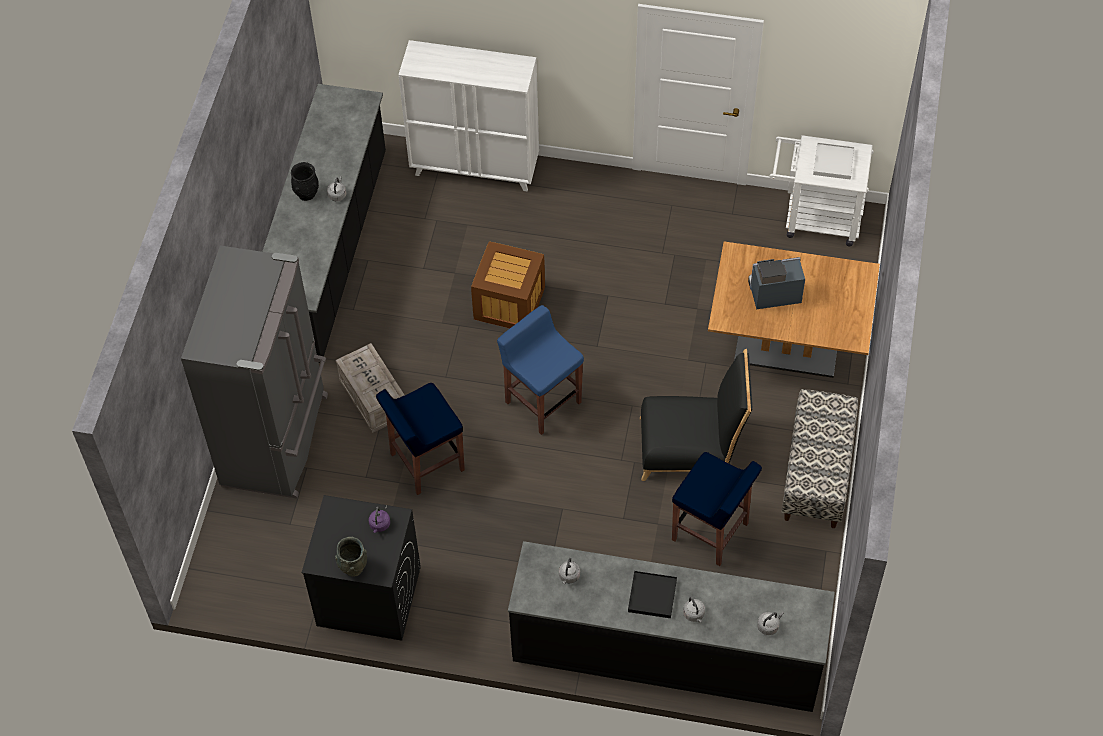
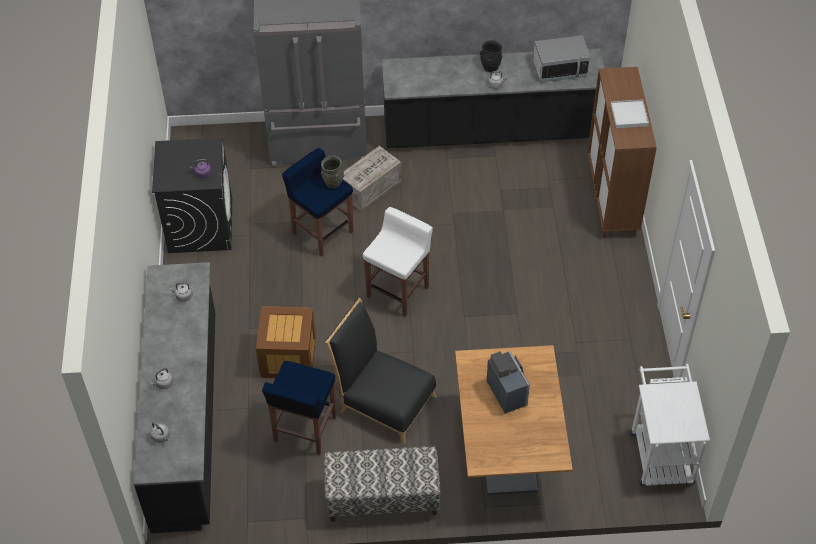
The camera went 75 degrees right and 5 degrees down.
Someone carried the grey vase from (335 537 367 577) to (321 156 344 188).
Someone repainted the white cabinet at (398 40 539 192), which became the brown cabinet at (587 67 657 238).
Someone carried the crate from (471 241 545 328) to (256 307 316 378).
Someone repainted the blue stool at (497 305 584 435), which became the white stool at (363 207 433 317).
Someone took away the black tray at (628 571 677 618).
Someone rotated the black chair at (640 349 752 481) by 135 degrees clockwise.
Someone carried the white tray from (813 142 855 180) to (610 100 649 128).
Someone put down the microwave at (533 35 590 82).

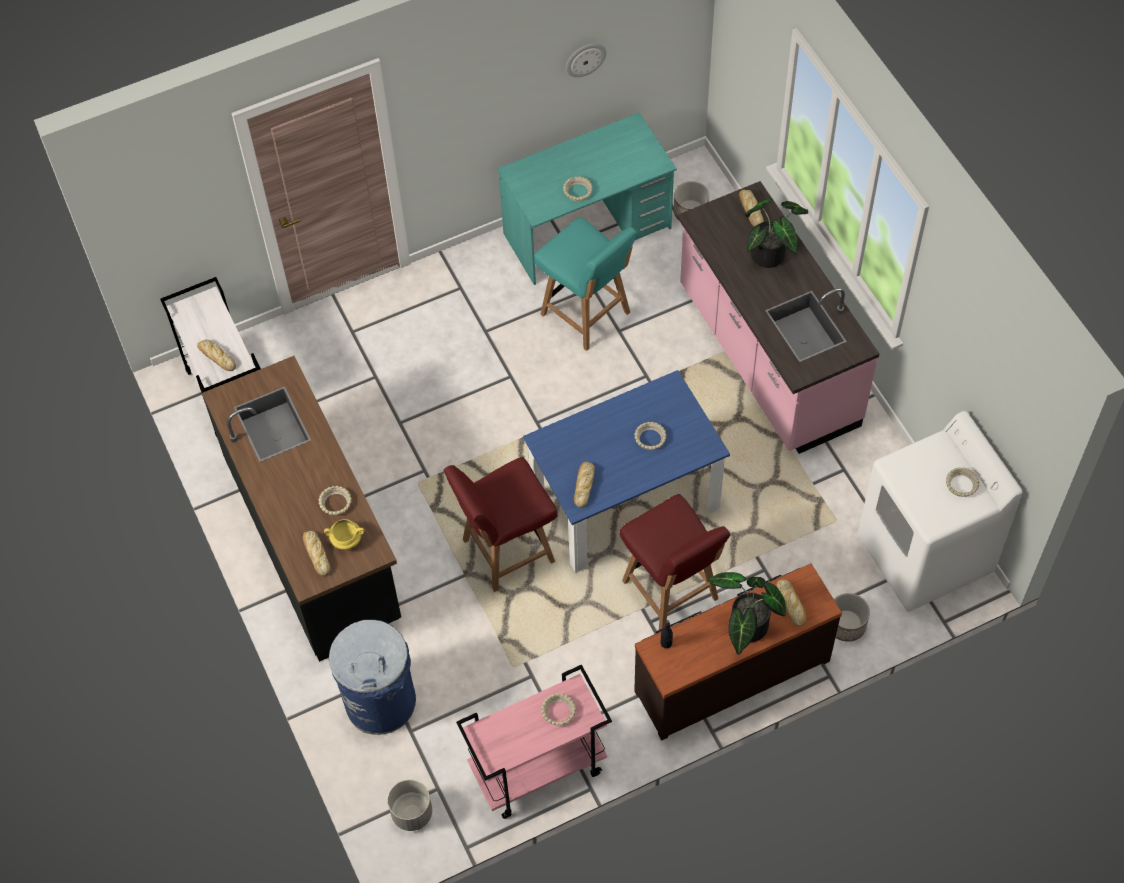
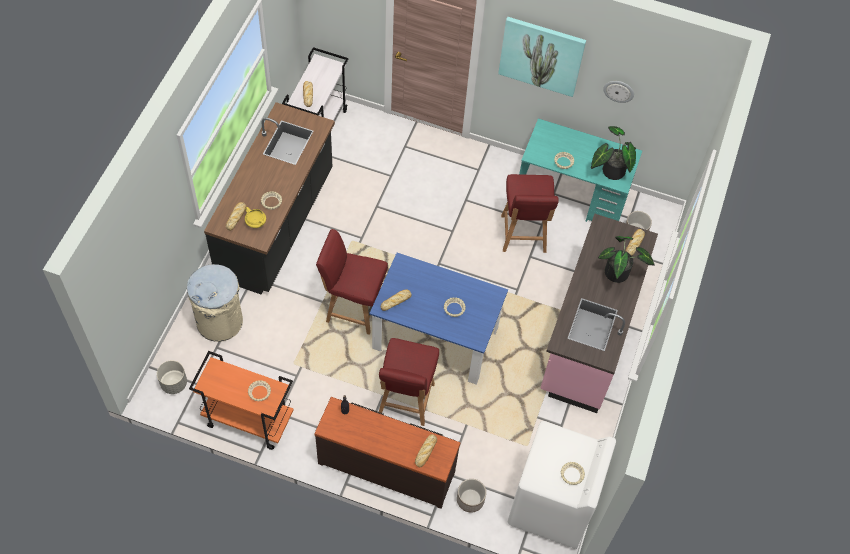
The camera went 40 degrees right and 0 degrees up.
Someone repainted the blue trash can at (329 620 416 735), which became the beige trash can at (187 264 243 342).
Someone repainted the pink cart at (456 665 612 819), which became the orange cart at (189 351 294 450).
Someone repainted the turquoise chair at (534 217 637 351), which became the red chair at (501 174 559 253).
Someone carried the potted plant from (707 572 786 655) to (591 126 636 180).
Someone put up the picture at (498 17 586 97).

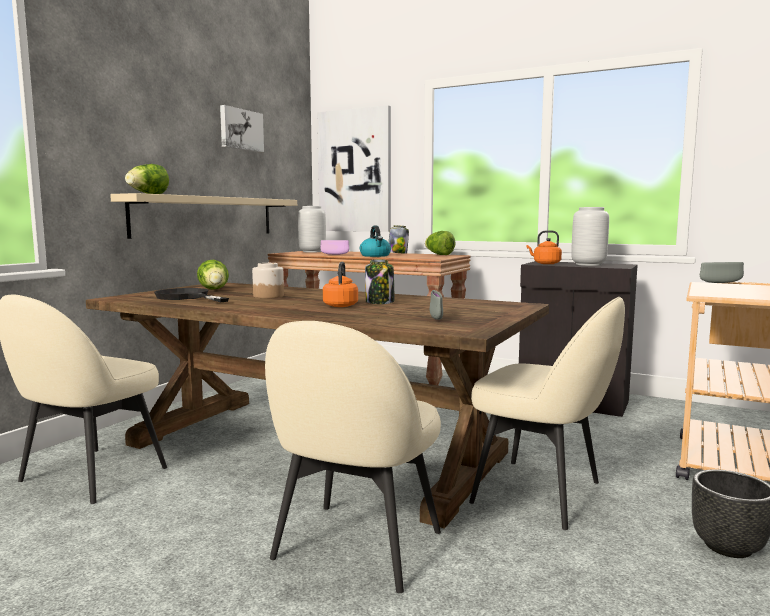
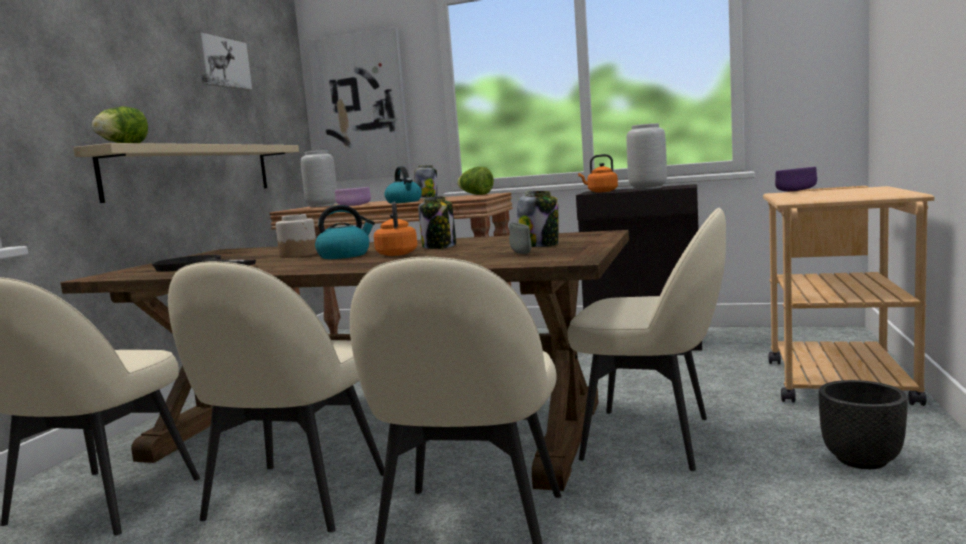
The camera went 10 degrees left and 0 degrees up.
Someone took away the lettuce at (197 260 229 290).
Someone repainted the grey bowl at (700 262 744 283), which became the purple bowl at (775 167 817 191).
Someone put down the beige chair at (168 261 384 532).
Someone put down the kettle at (315 205 375 259).
Someone put down the jar at (517 191 558 247).

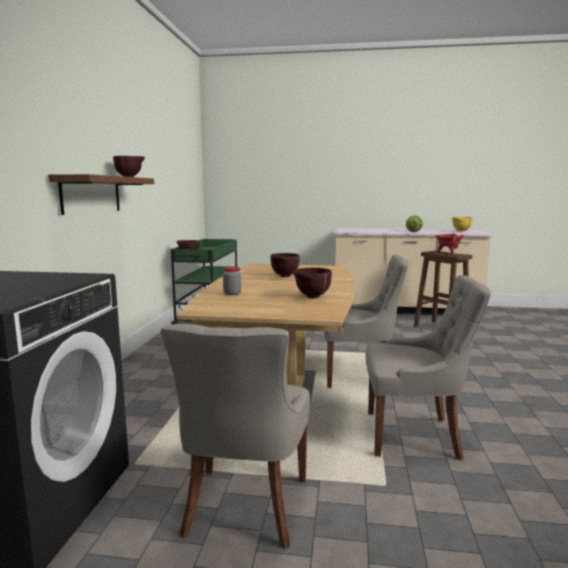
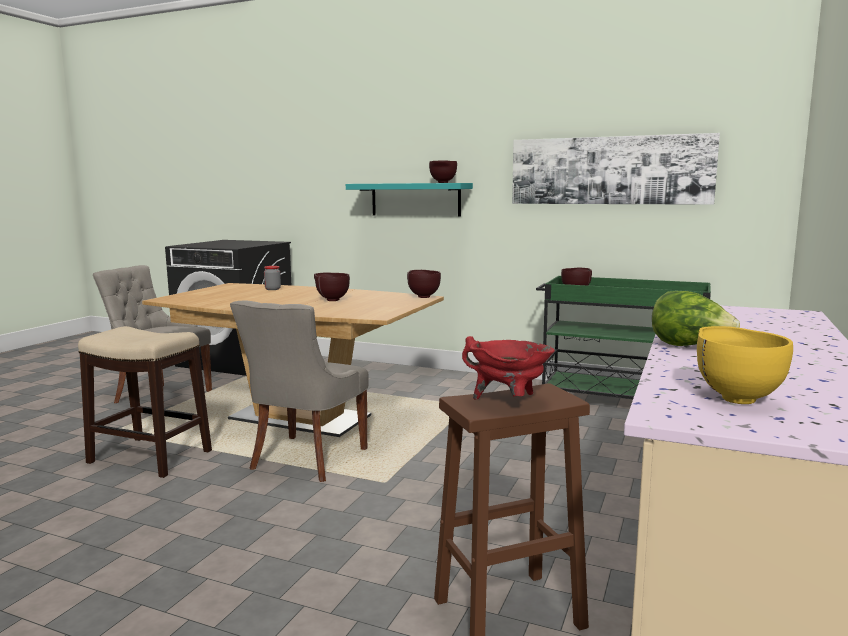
The camera went 105 degrees right and 0 degrees up.
Someone repainted the brown shelf at (48 174 154 215), which became the turquoise shelf at (346 183 473 217).
Someone carried the brown bowl from (293 268 332 298) to (407 270 441 298).
Someone swapped the grey chair at (366 275 491 460) for the stool at (78 326 212 478).
Someone put up the picture at (512 133 720 205).

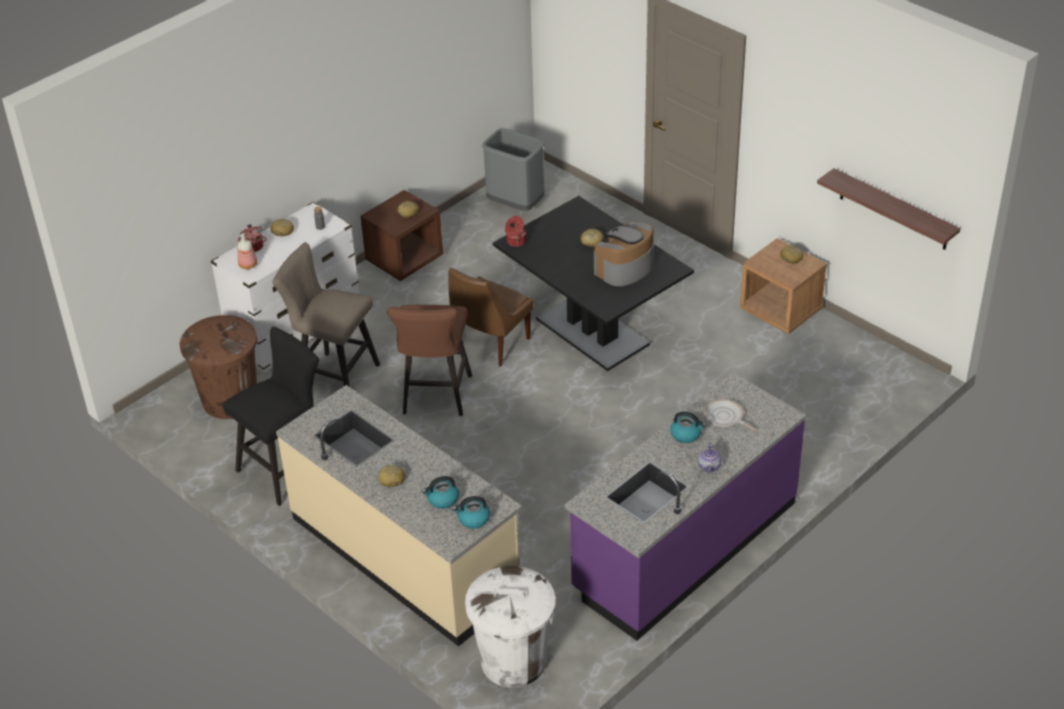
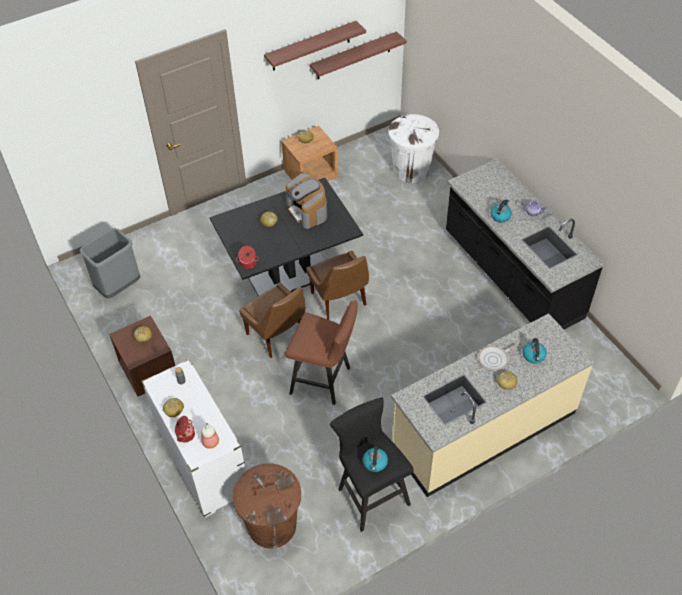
The camera went 75 degrees left and 10 degrees up.
Someone took away the beige stool at (272 242 380 387).
Someone carried the kettle from (452 496 490 529) to (363 445 388 472).
Someone carried the white trash can from (465 566 556 688) to (389 114 439 183).
Someone repainted the purple counter at (565 373 806 641), which became the black counter at (446 159 604 330).
Someone carried the frying pan from (704 399 756 431) to (478 344 518 370).
Someone put up the shelf at (264 21 366 71).
Someone put down the brown chair at (306 251 369 320).

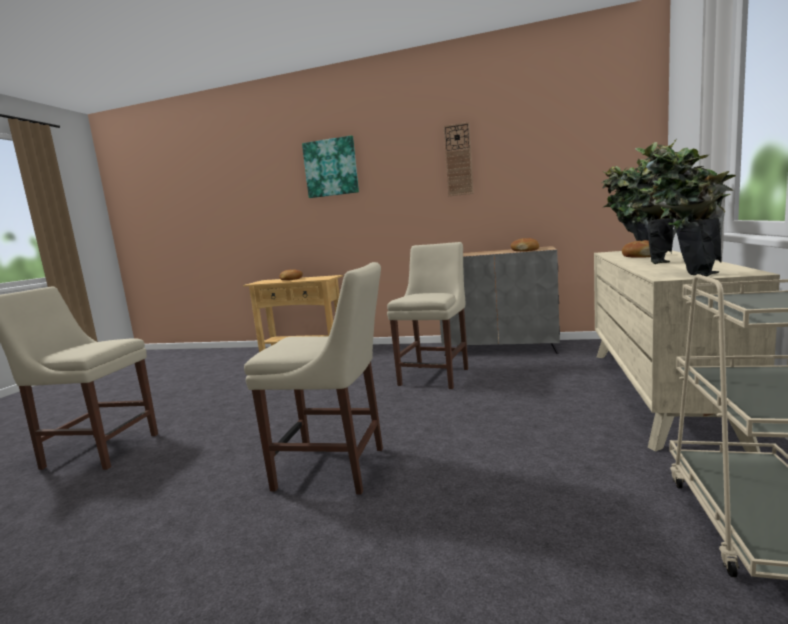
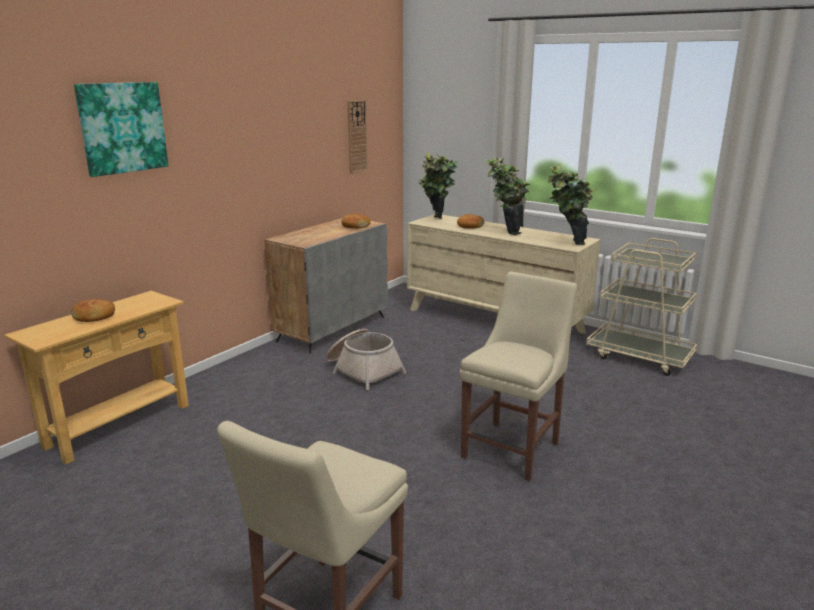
The camera went 70 degrees left and 10 degrees up.
Someone swapped the beige chair at (387 242 468 389) for the basket at (326 329 406 390).
Someone carried the wall clock from (443 122 474 196) to (348 100 368 174).

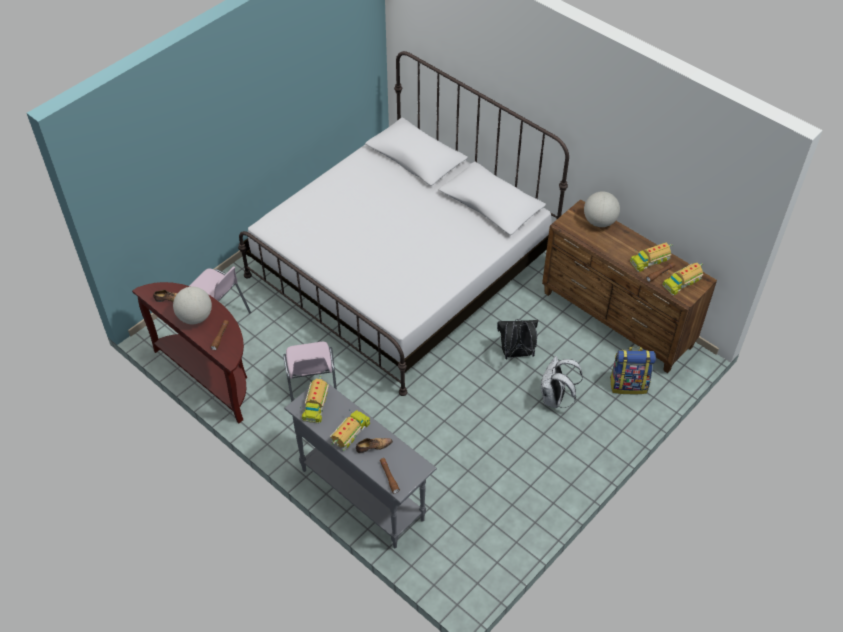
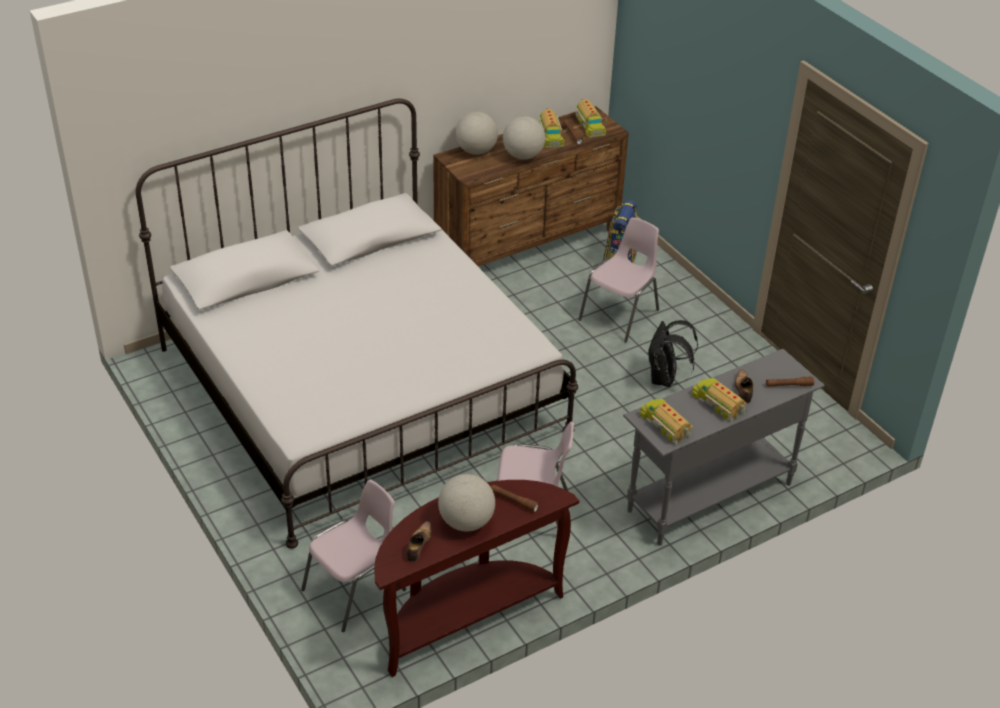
The camera went 75 degrees left and 10 degrees down.
Someone rotated the toy truck at (300 375 329 423) by 150 degrees counterclockwise.
Someone carried the black backpack from (497 319 538 359) to (647 320 698 387).
Someone swapped the white backpack at (541 356 583 408) for the pink chair at (578 217 659 343).
Someone put down the globe at (503 116 546 160).

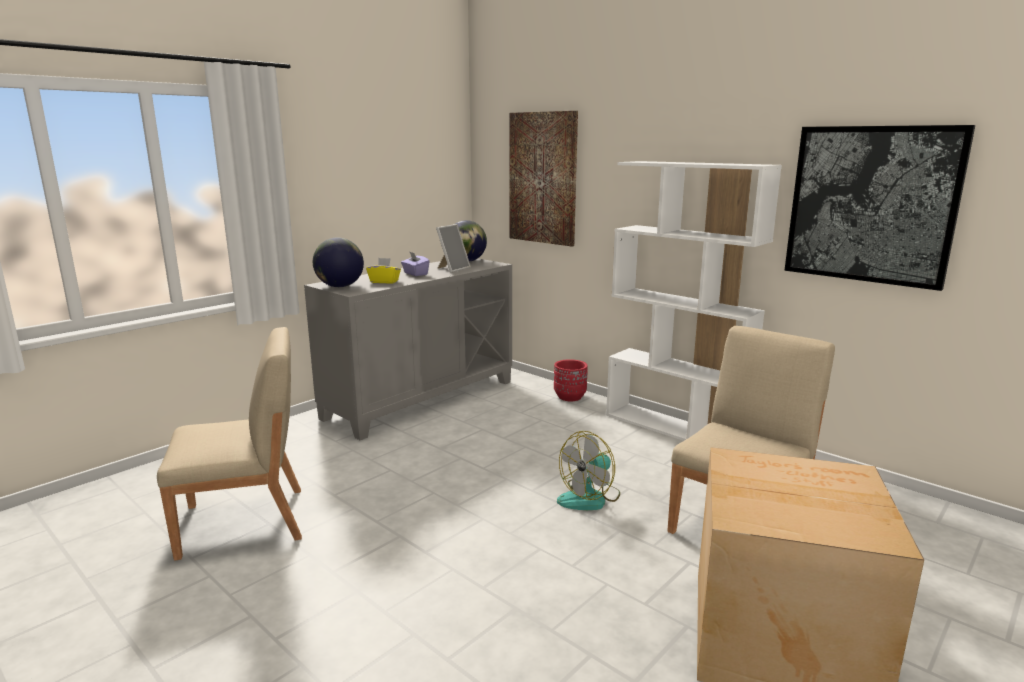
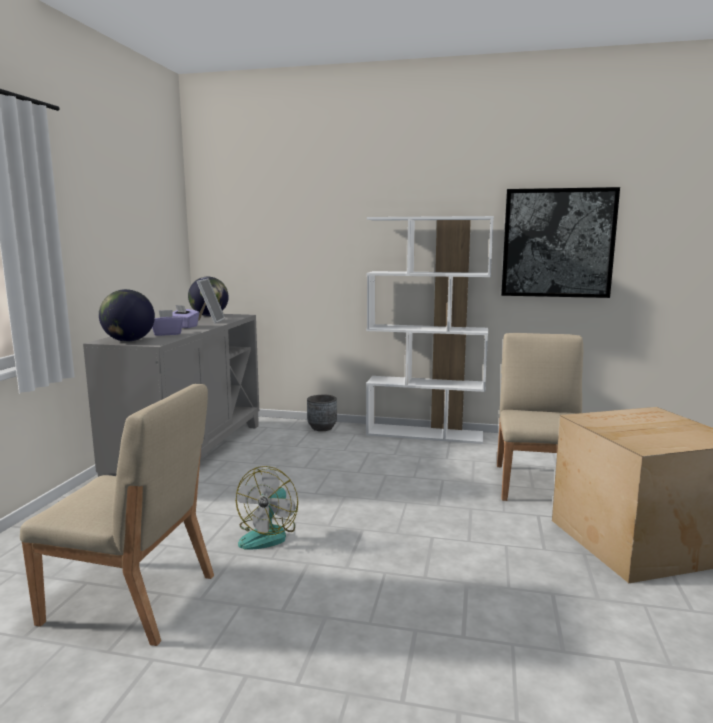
The camera went 30 degrees left and 5 degrees down.
Someone rotated the beige chair at (157 327 302 561) by 60 degrees clockwise.
Someone repainted the yellow tissue box at (366 258 401 284), which became the purple tissue box at (152 310 183 336).
Someone took away the picture at (509 111 578 247).
Someone repainted the red planter at (554 359 588 401), which became the grey planter at (307 395 337 431).
Someone carried the fan from (557 431 620 510) to (236 466 298 550).

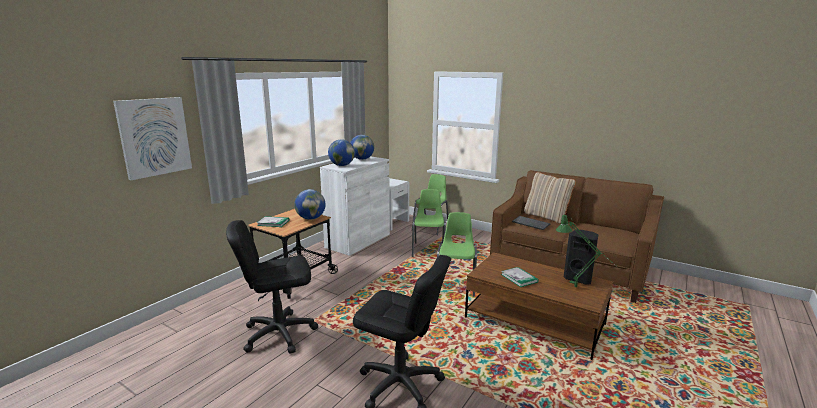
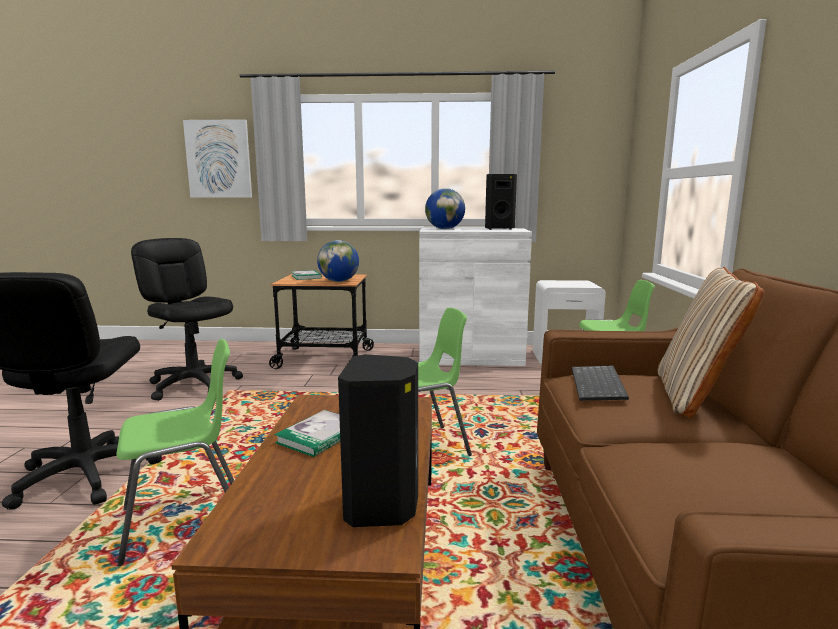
The camera went 60 degrees right and 5 degrees down.
Someone swapped the globe at (350 135 374 160) for the black speaker at (485 174 517 230).
Someone carried the green chair from (412 189 446 257) to (116 339 234 566).
Someone took away the green table lamp at (556 214 616 287).

